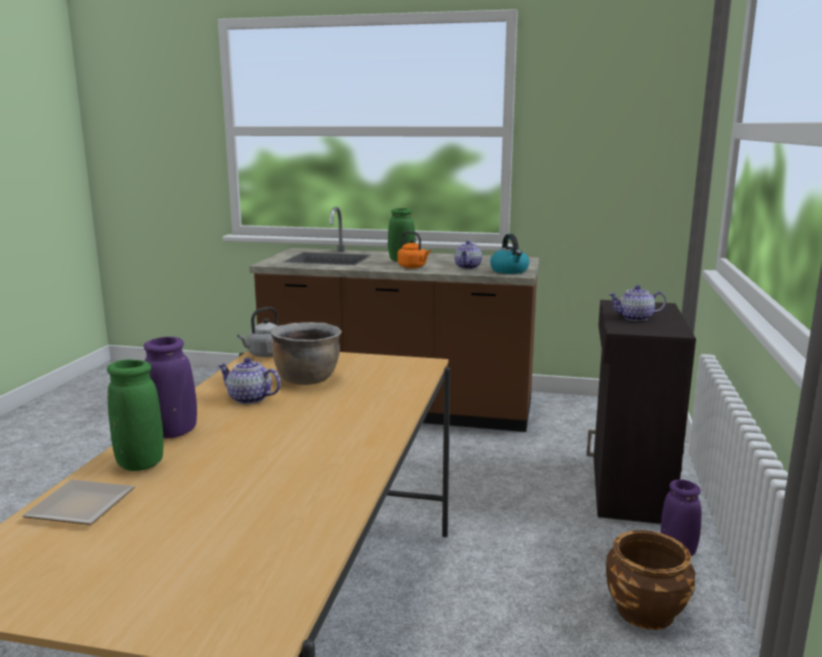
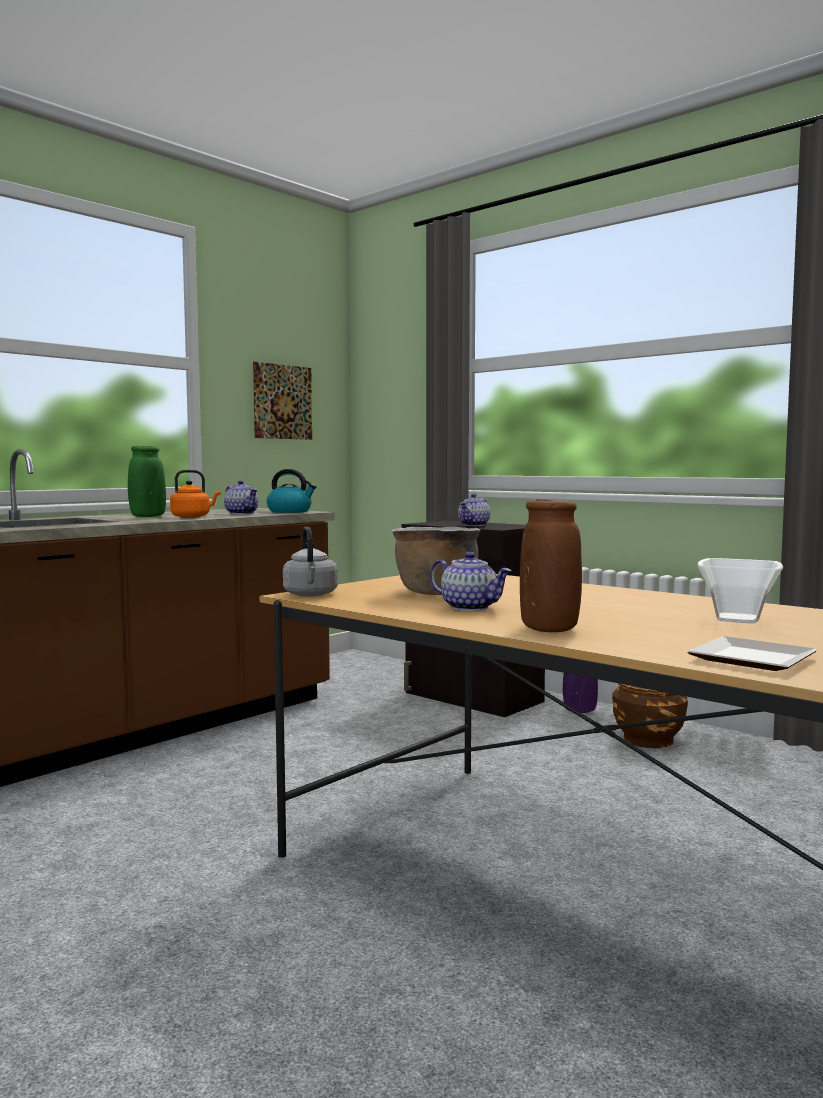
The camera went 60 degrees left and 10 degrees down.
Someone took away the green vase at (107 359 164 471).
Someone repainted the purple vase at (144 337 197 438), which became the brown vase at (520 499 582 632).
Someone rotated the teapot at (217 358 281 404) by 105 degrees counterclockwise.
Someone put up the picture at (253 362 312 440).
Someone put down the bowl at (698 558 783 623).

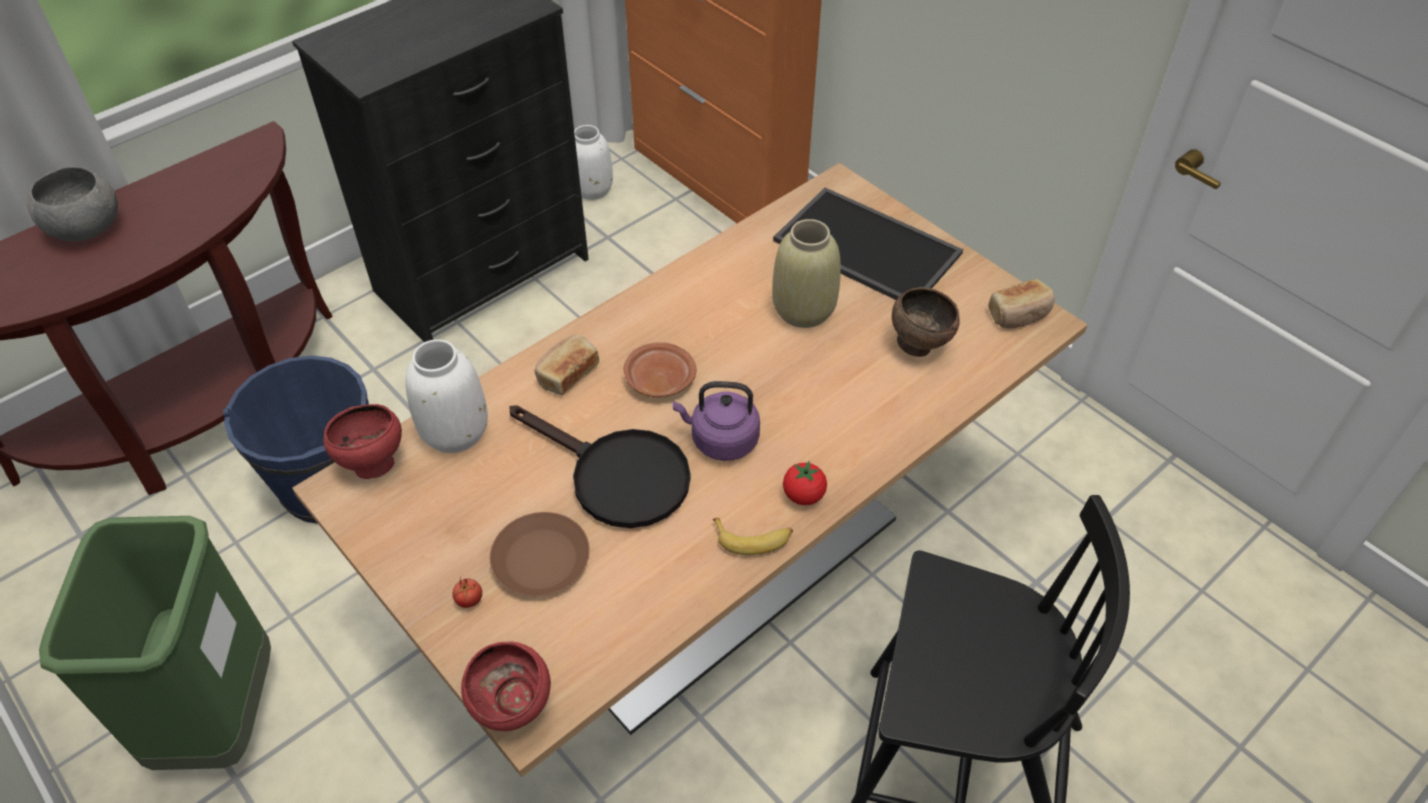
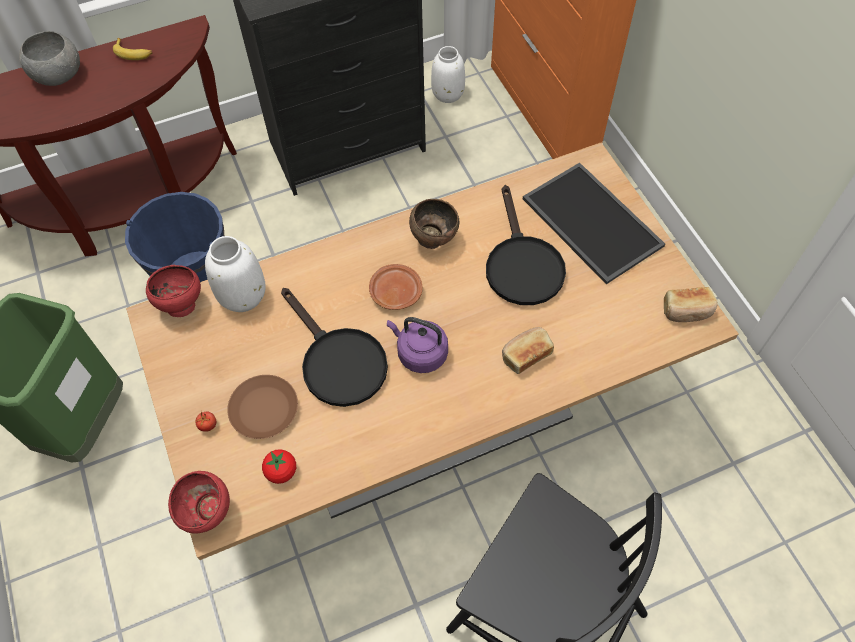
The camera went 20 degrees right and 10 degrees up.
Someone carried the bread from (535 335 599 395) to (502 327 554 374).
Someone carried the banana from (713 518 793 555) to (113 38 152 60).
Someone swapped the beige vase at (772 219 841 328) for the black frying pan at (486 185 566 305).
Someone carried the tomato from (783 461 827 505) to (262 449 296 484).
Someone carried the brown bowl from (892 287 960 357) to (409 199 459 249).

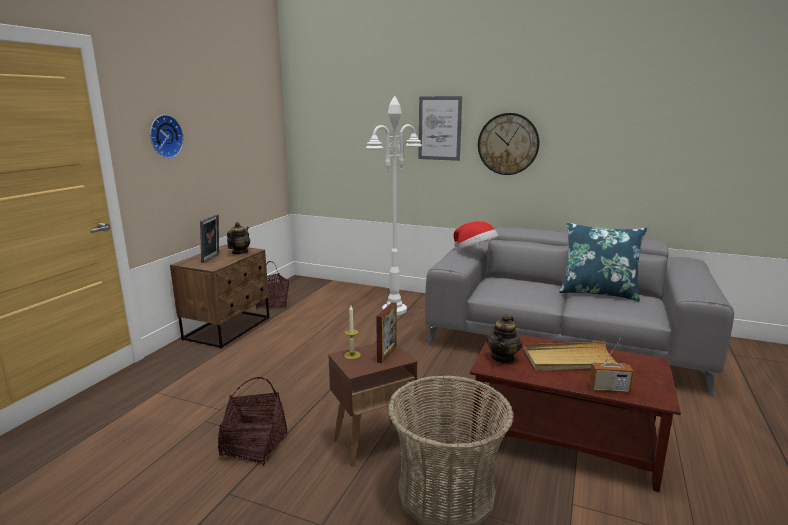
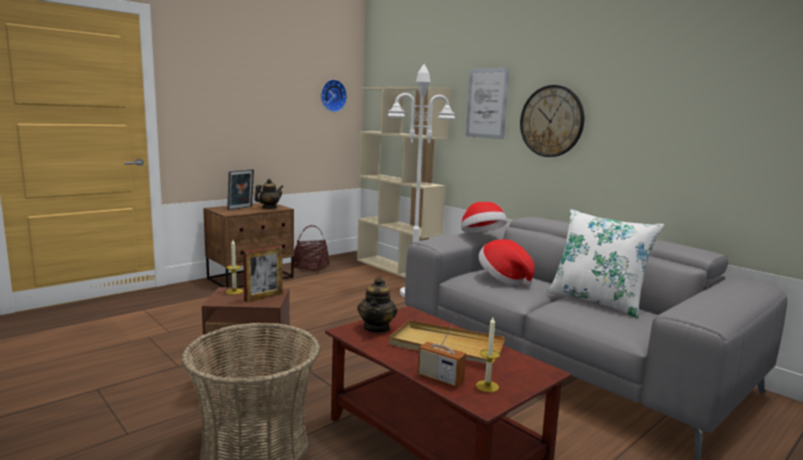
The camera went 25 degrees right and 5 degrees down.
Someone carried the wall clock from (150 115 184 158) to (321 79 347 112).
Someone took away the basket at (218 377 287 465).
Someone rotated the teapot at (486 314 522 364) by 45 degrees counterclockwise.
Someone repainted the blue pillow at (559 222 647 301), which became the white pillow at (547 209 664 318).
Someone put down the beige bookcase at (357 87 451 278).
Someone put down the candle at (476 317 500 392).
Someone put down the hat at (478 239 535 287).

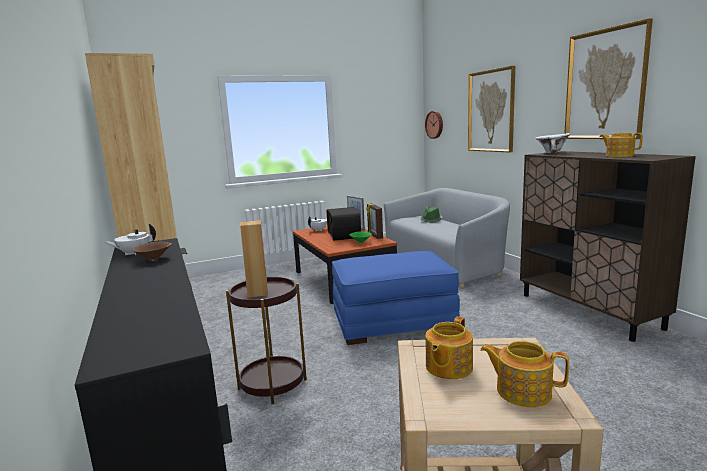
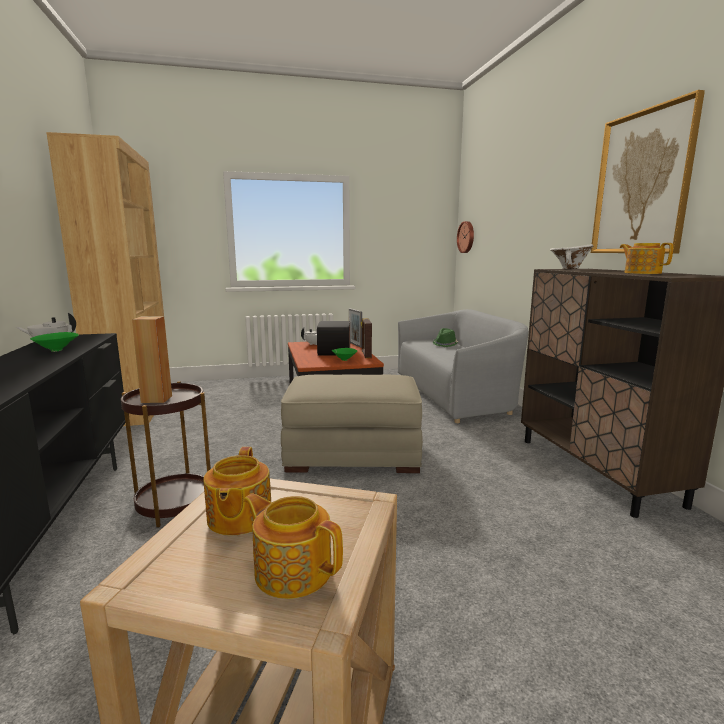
The camera went 10 degrees right and 0 degrees up.
Someone repainted the brown bowl at (132 242 172 261), which became the green bowl at (30 332 79 352).
Someone repainted the blue ottoman at (332 251 460 345), which became the beige ottoman at (281 374 423 473).
Someone rotated the teapot at (426 316 473 379) by 45 degrees counterclockwise.
Someone took away the picture at (468 66 515 153).

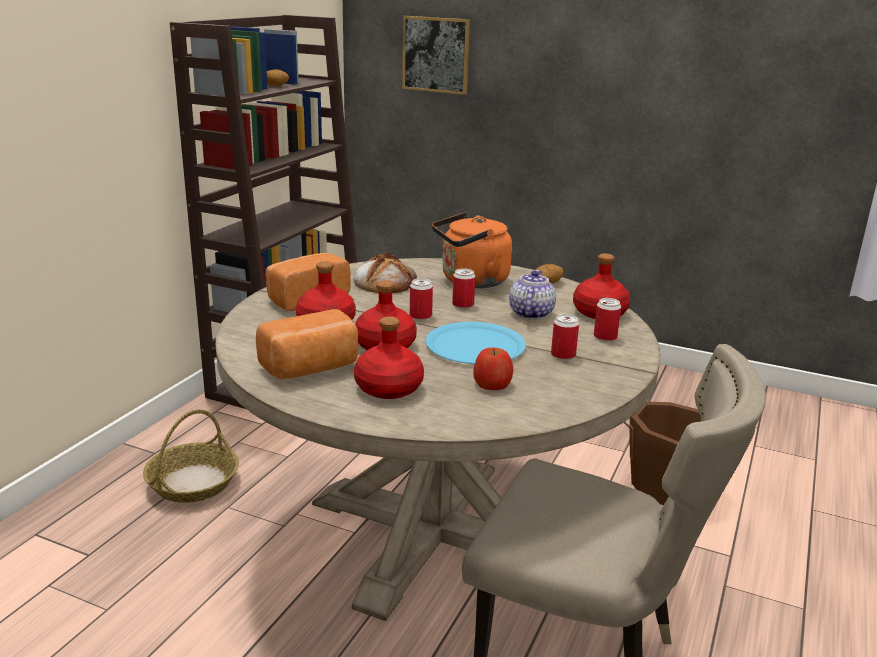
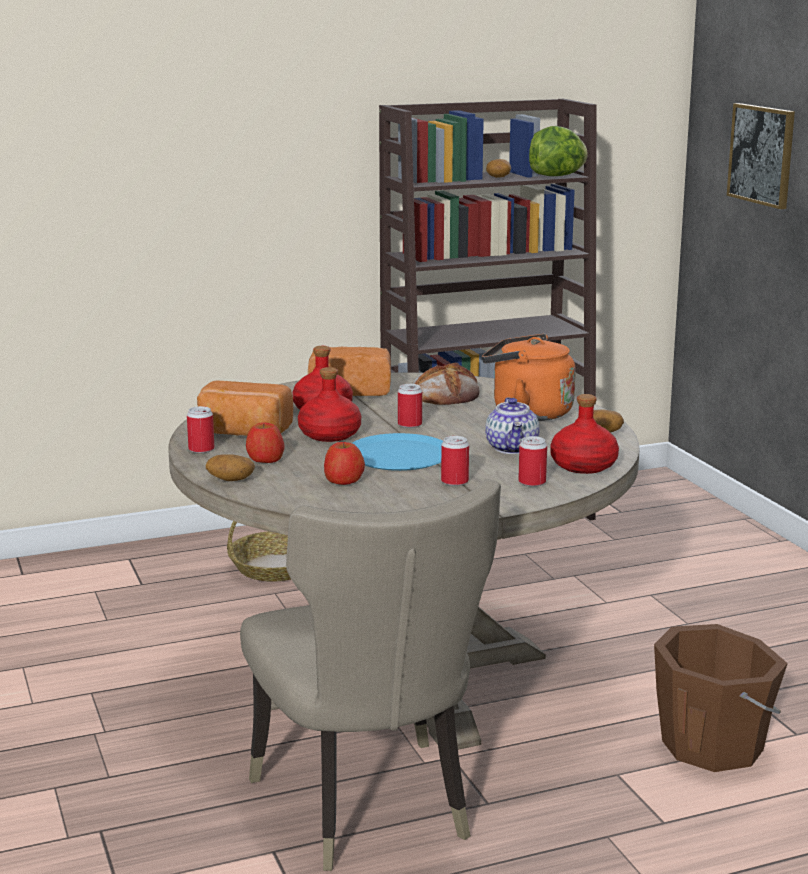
The camera went 45 degrees right and 5 degrees down.
Someone swapped the red bottle at (354 316 424 399) for the apple at (246 423 285 463).
Someone carried the can from (452 268 475 309) to (187 406 214 453).
Someone rotated the teapot at (509 270 556 320) by 120 degrees clockwise.
Someone put down the potato at (206 455 255 481).
Someone put down the lettuce at (529 126 588 176).

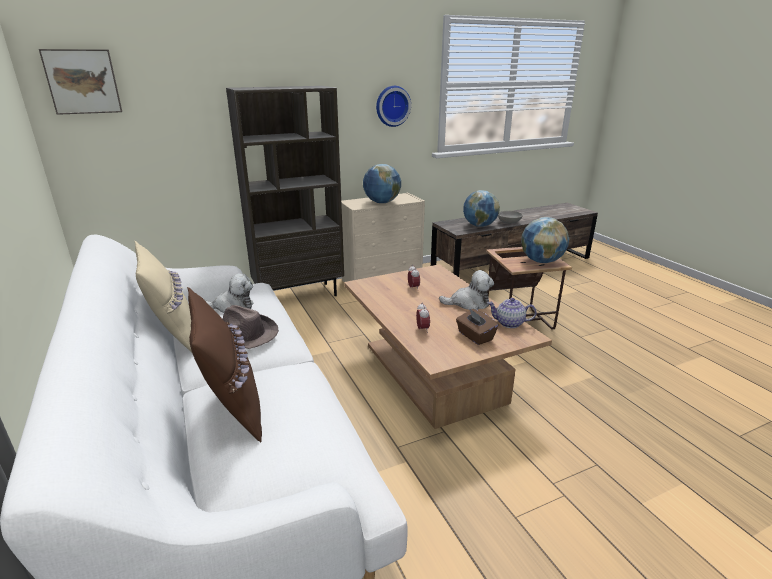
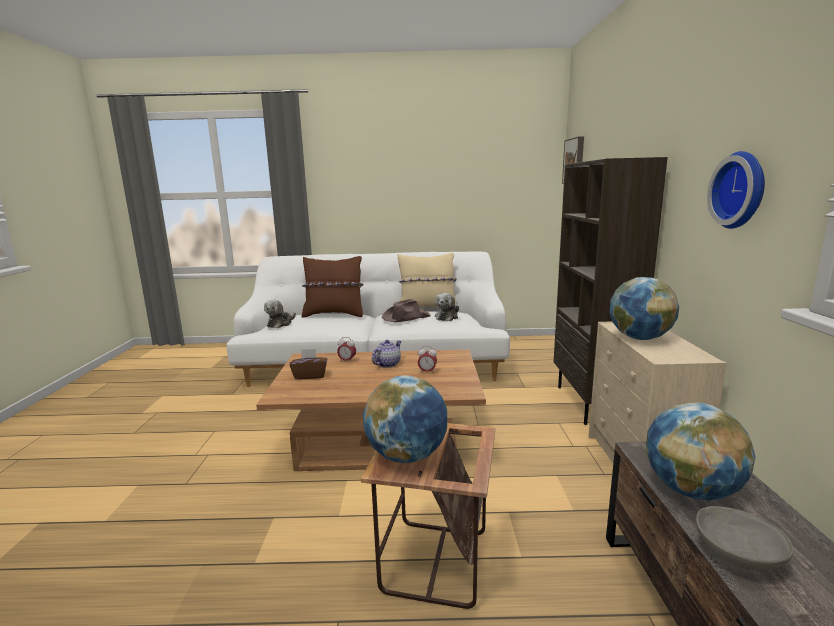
The camera went 115 degrees right and 10 degrees down.
Someone carried the plush toy from (439 270 494 310) to (264 299 296 328).
Someone carried the teapot from (488 298 537 328) to (372 340 401 368).

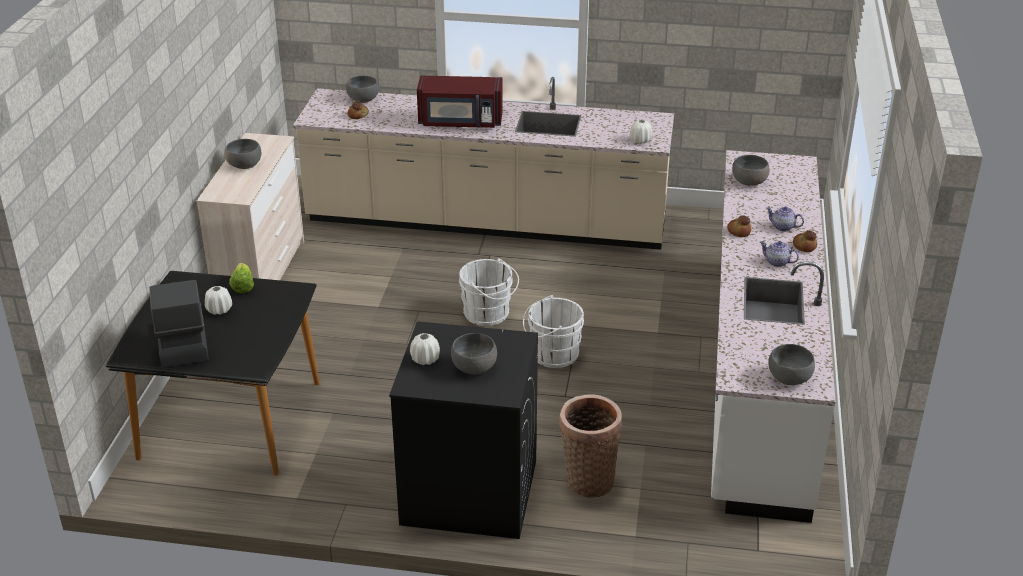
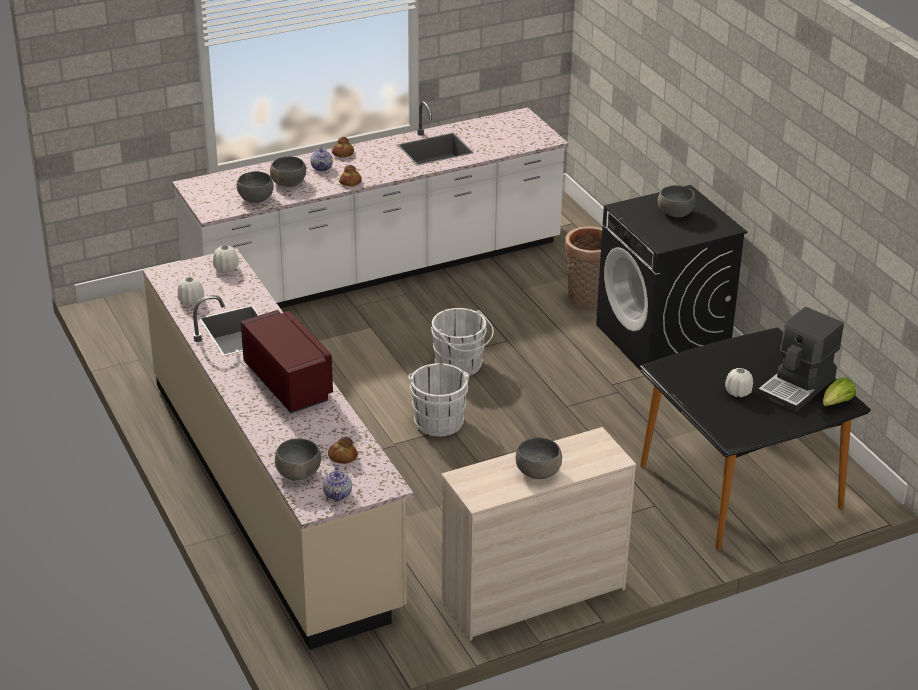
The camera went 125 degrees left and 0 degrees up.
Someone carried the lettuce from (229 263 254 293) to (823 377 856 406).
Someone carried the white vase from (410 333 440 365) to (178 277 204 305).
Someone carried the teapot from (760 241 799 267) to (323 464 352 501).
Someone carried the grey bowl from (768 344 815 385) to (270 156 306 187).

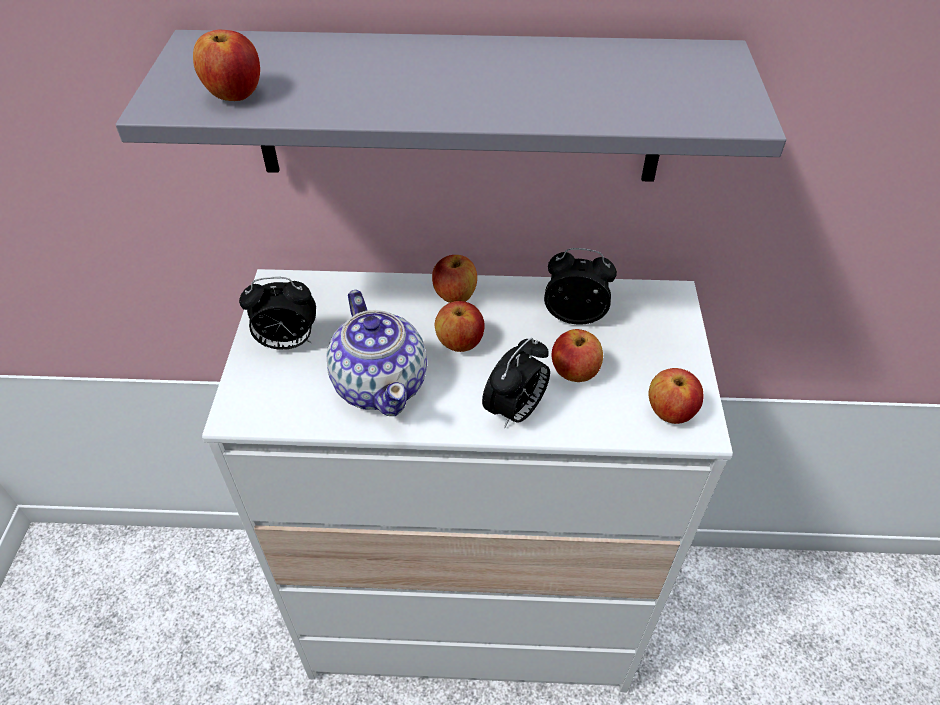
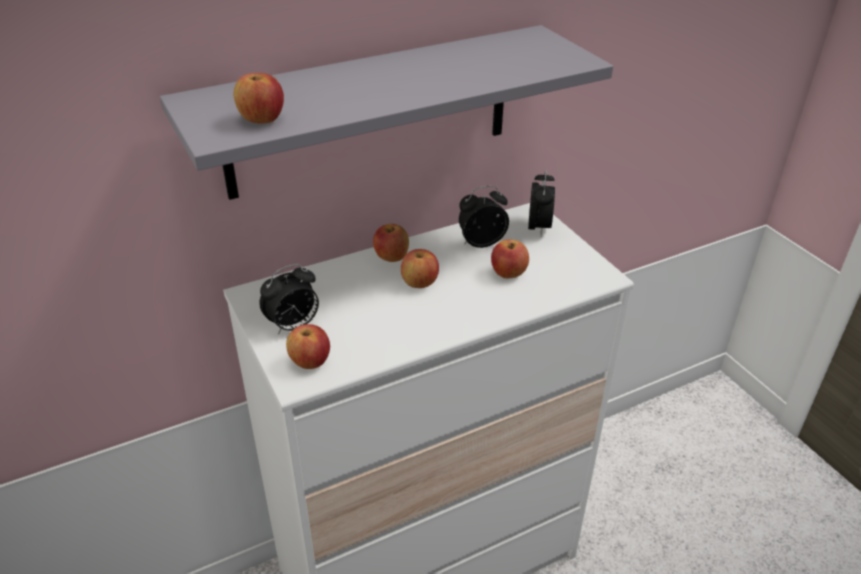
The camera went 30 degrees left and 10 degrees down.
Someone took away the teapot at (326 290 427 416).
Someone carried the alarm clock from (482 338 550 428) to (528 169 555 236).
Someone carried the apple from (649 368 703 424) to (286 324 330 369).

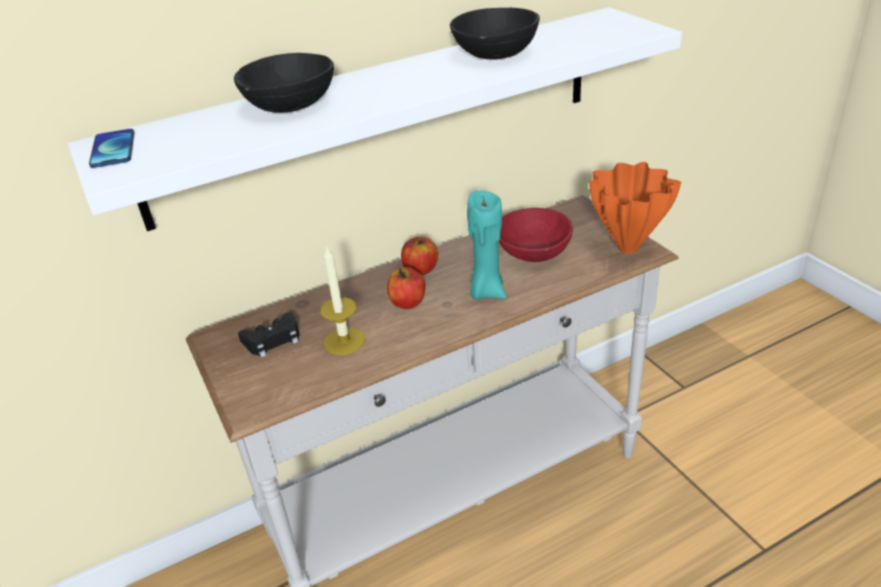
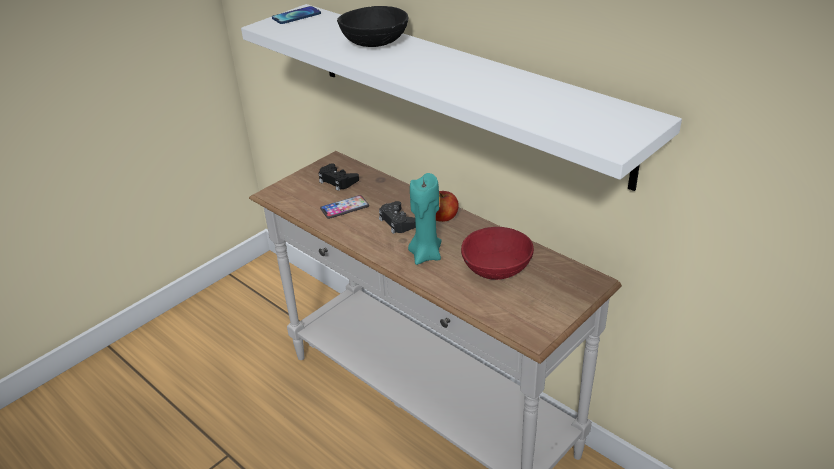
The camera went 70 degrees right and 0 degrees up.
Someone swapped the candle at (320 245 366 355) for the phone at (320 195 369 219).
Someone swapped the apple at (387 267 425 309) for the black game controller at (379 201 416 234).
Someone took away the black bowl at (450 8 540 60).
Someone took away the orange vase at (589 162 681 254).

